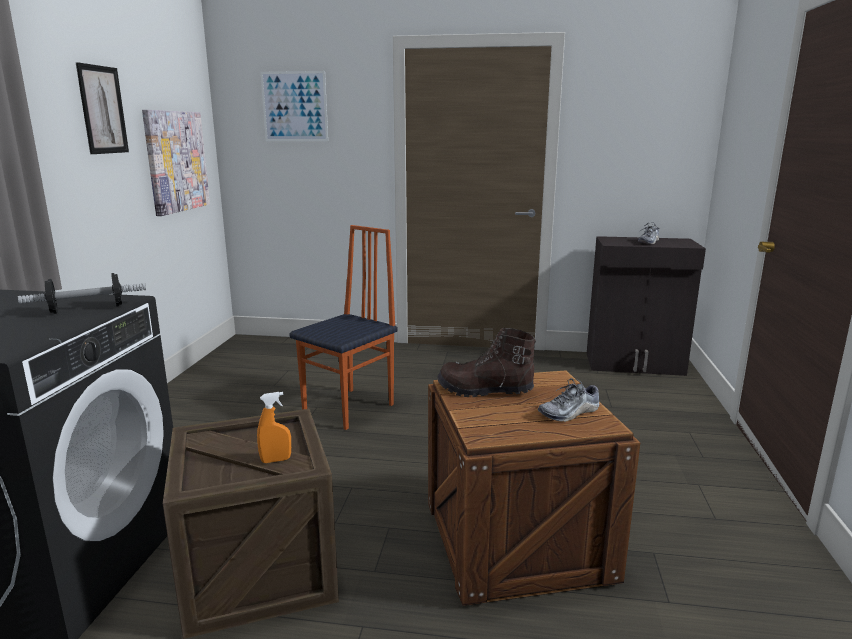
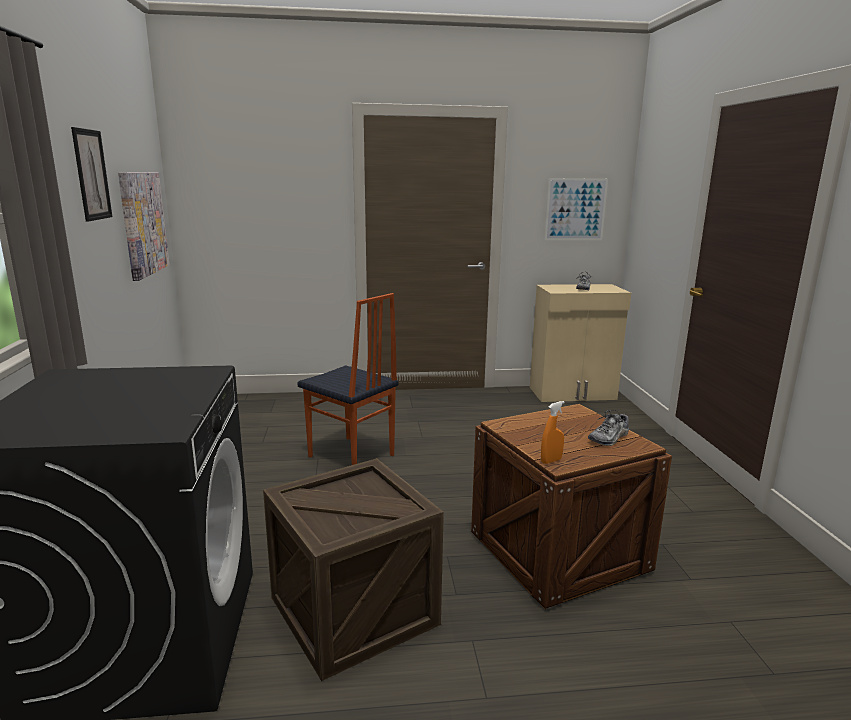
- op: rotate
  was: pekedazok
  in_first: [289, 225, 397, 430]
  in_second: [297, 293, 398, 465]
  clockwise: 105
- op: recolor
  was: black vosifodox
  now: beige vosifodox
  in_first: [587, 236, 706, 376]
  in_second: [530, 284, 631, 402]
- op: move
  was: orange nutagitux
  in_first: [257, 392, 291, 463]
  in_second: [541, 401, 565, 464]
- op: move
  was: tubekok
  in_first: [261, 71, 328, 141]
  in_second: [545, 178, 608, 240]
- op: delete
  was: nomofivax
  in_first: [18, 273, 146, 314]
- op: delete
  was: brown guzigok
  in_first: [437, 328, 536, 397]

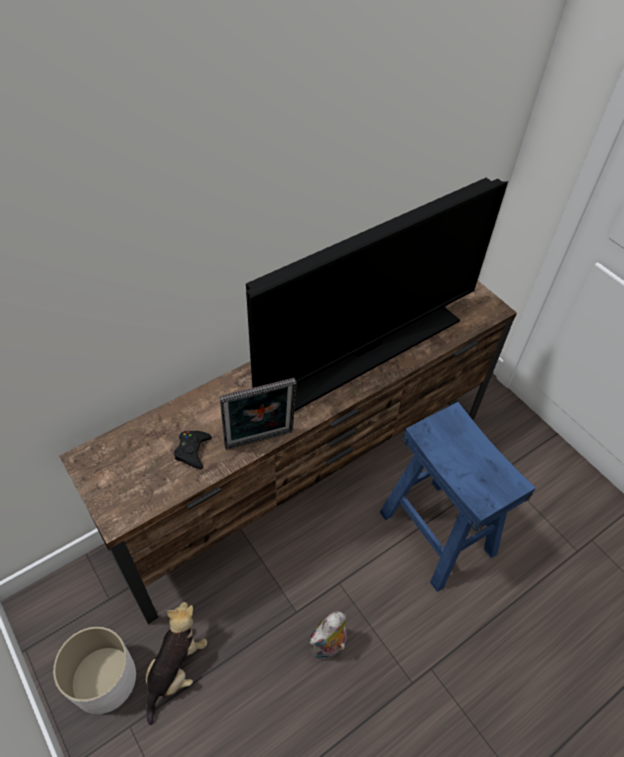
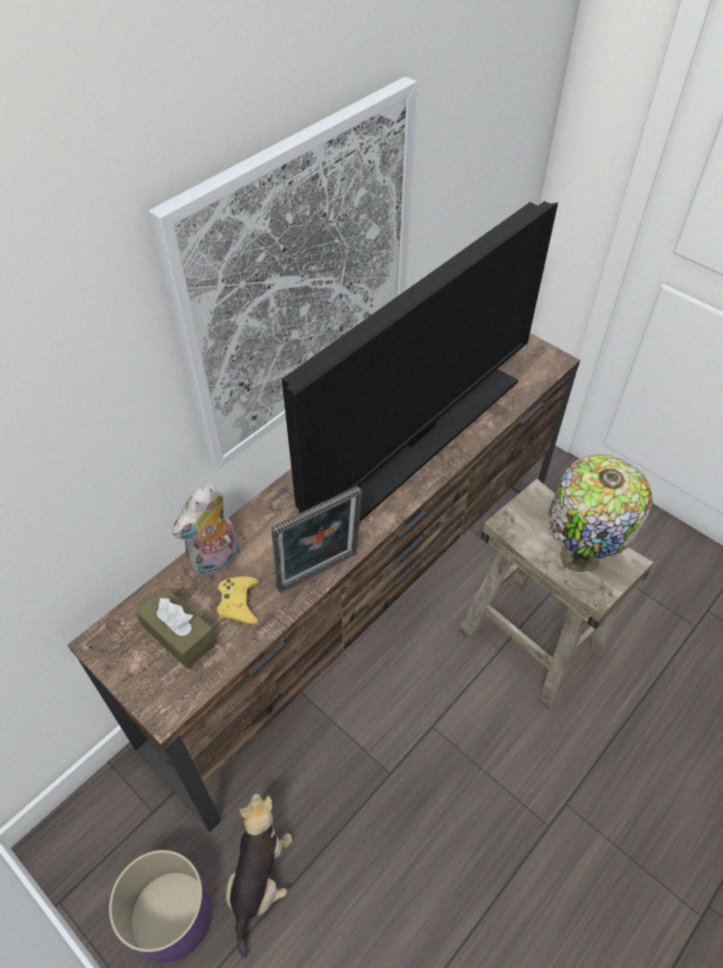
- op: recolor
  was: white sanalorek
  now: purple sanalorek
  in_first: [53, 627, 136, 714]
  in_second: [109, 850, 212, 962]
- op: insert
  now: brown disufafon
  in_second: [136, 587, 217, 669]
- op: insert
  now: tubekok
  in_second: [148, 77, 417, 470]
- op: move
  was: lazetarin
  in_first: [310, 611, 347, 659]
  in_second: [173, 484, 239, 577]
- op: recolor
  was: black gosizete
  now: yellow gosizete
  in_first: [174, 431, 212, 469]
  in_second: [217, 576, 259, 624]
- op: recolor
  was: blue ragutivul
  now: beige ragutivul
  in_first: [380, 402, 536, 592]
  in_second: [458, 479, 654, 711]
- op: insert
  now: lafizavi
  in_second: [549, 454, 652, 572]

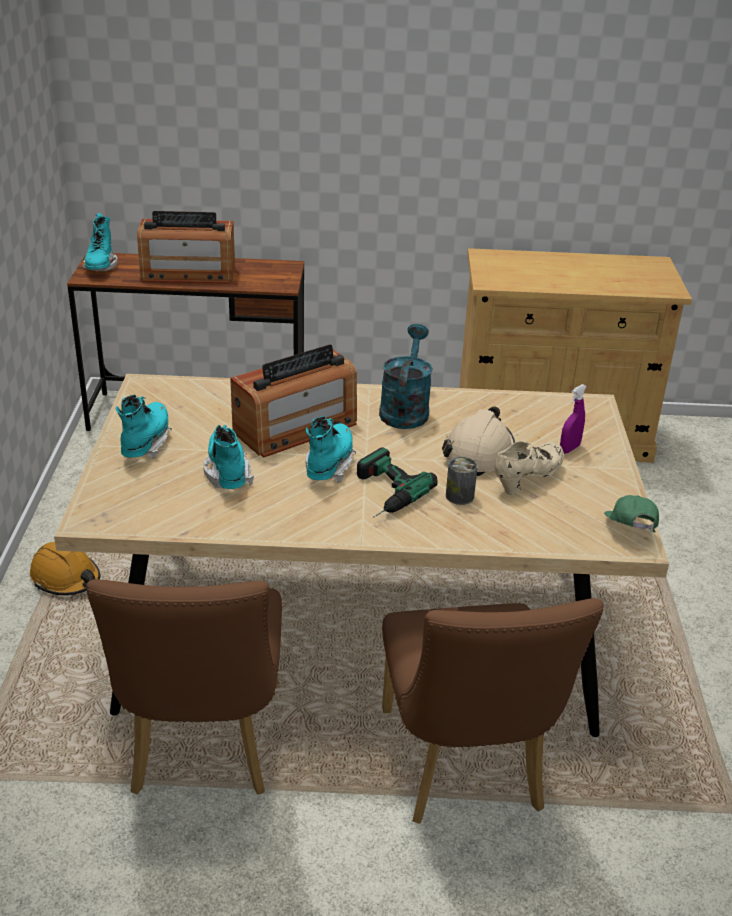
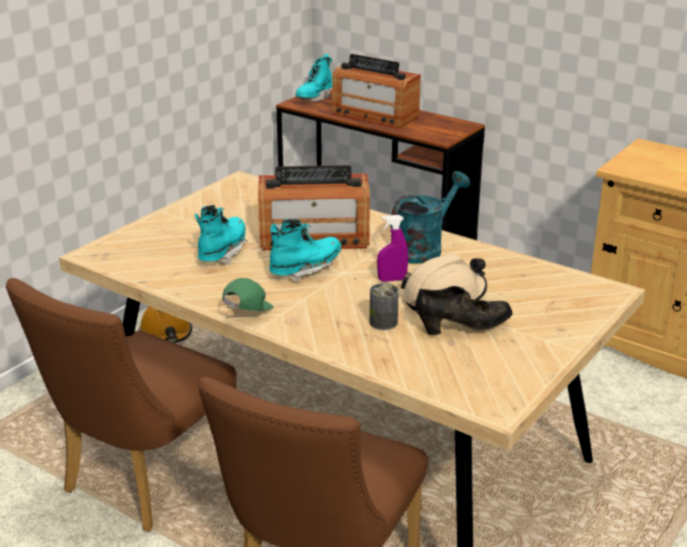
- op: move
  was: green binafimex
  in_first: [604, 495, 659, 533]
  in_second: [223, 278, 273, 311]
- op: move
  was: purple nutagitux
  in_first: [560, 384, 587, 454]
  in_second: [377, 215, 408, 282]
- op: recolor
  was: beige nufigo
  now: black nufigo
  in_first: [495, 441, 564, 495]
  in_second: [415, 286, 512, 335]
- op: delete
  was: turquoise guzigok
  in_first: [116, 395, 172, 459]
- op: delete
  was: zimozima
  in_first: [357, 447, 437, 518]

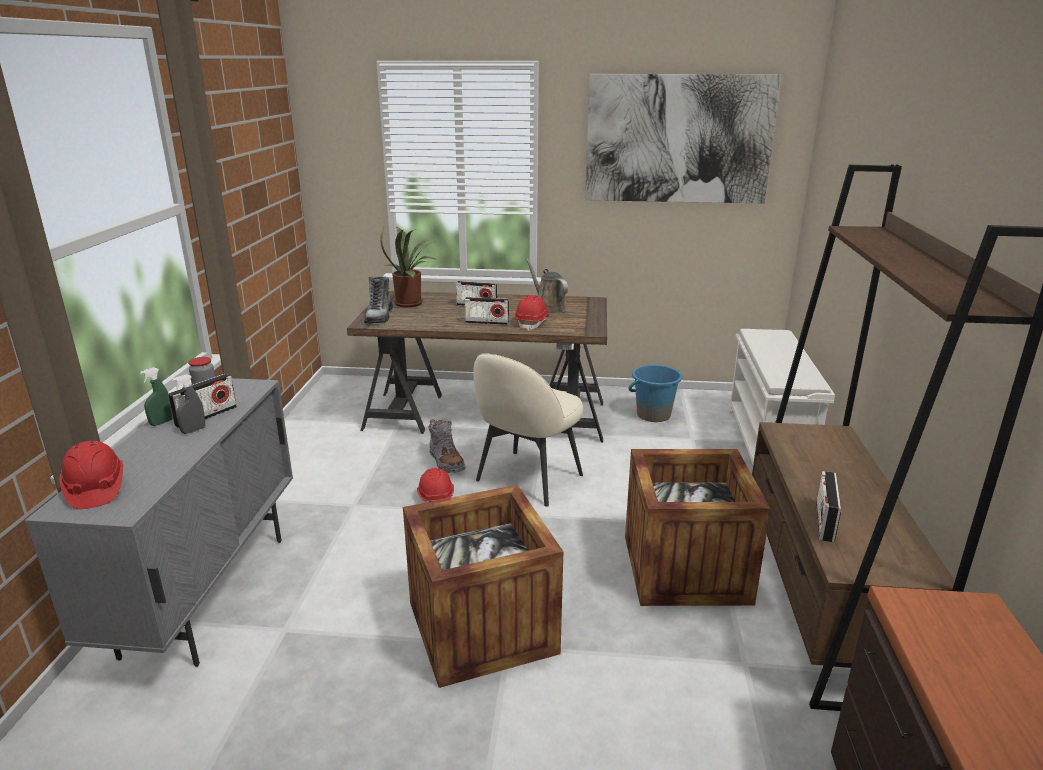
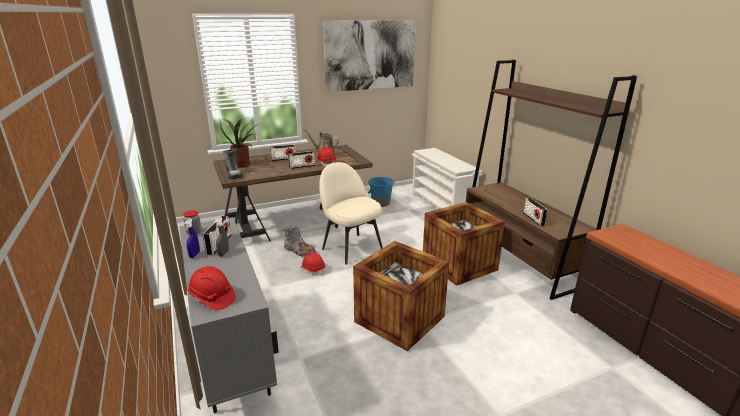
- op: recolor
  was: green nutagitux
  now: blue nutagitux
  in_first: [140, 367, 173, 426]
  in_second: [184, 219, 200, 258]
- op: rotate
  was: beige pekedazok
  in_first: [473, 353, 583, 507]
  in_second: [319, 162, 383, 265]
  clockwise: 135

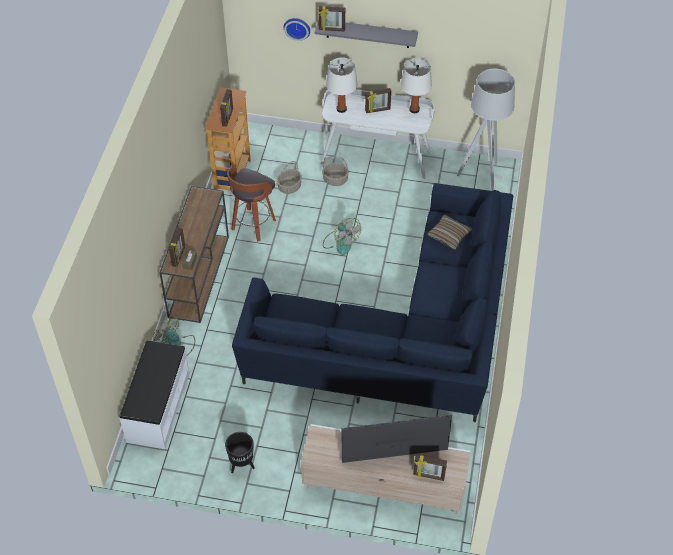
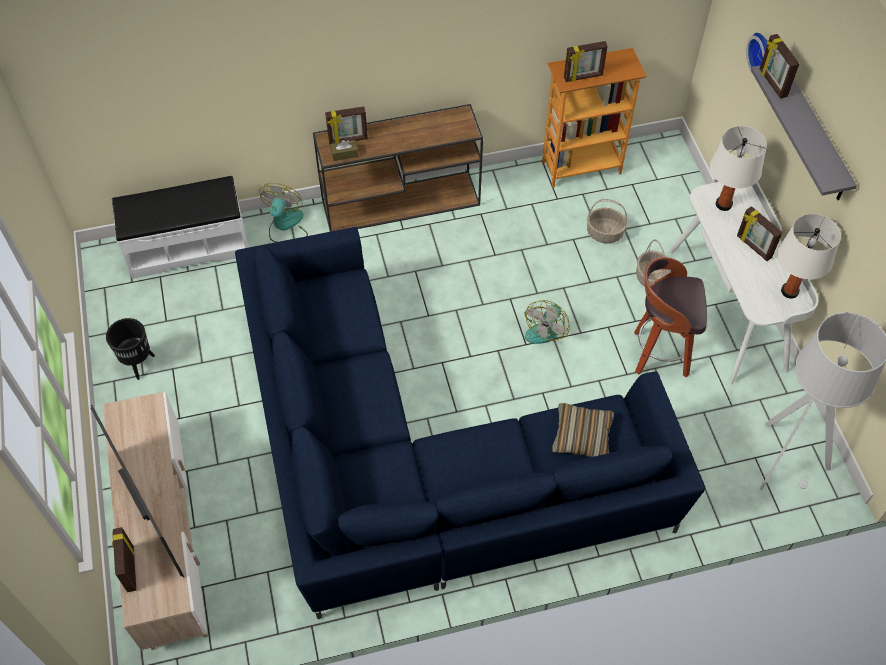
- op: move
  was: ragutivul
  in_first: [227, 168, 276, 242]
  in_second: [634, 257, 707, 377]

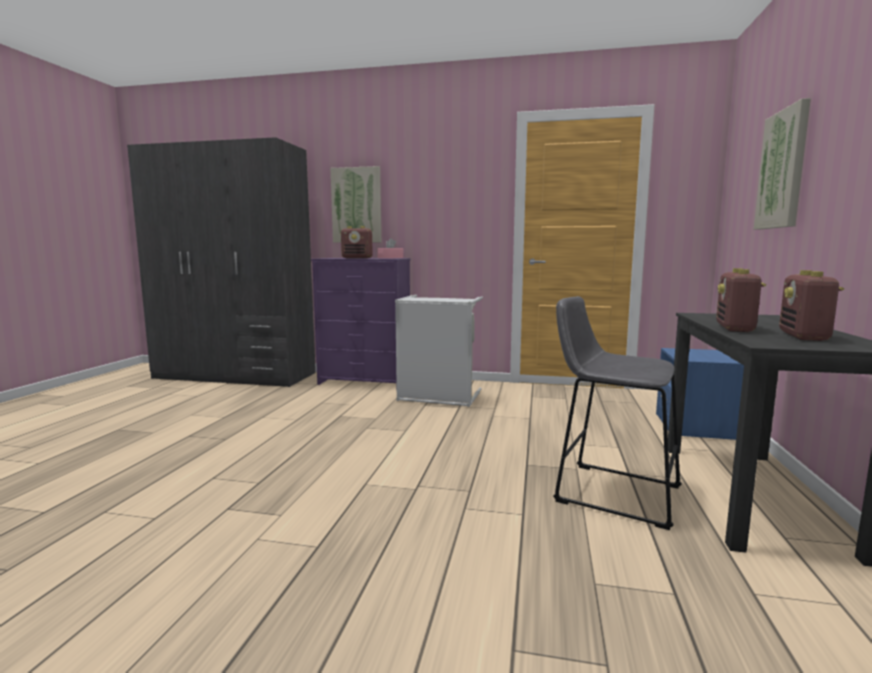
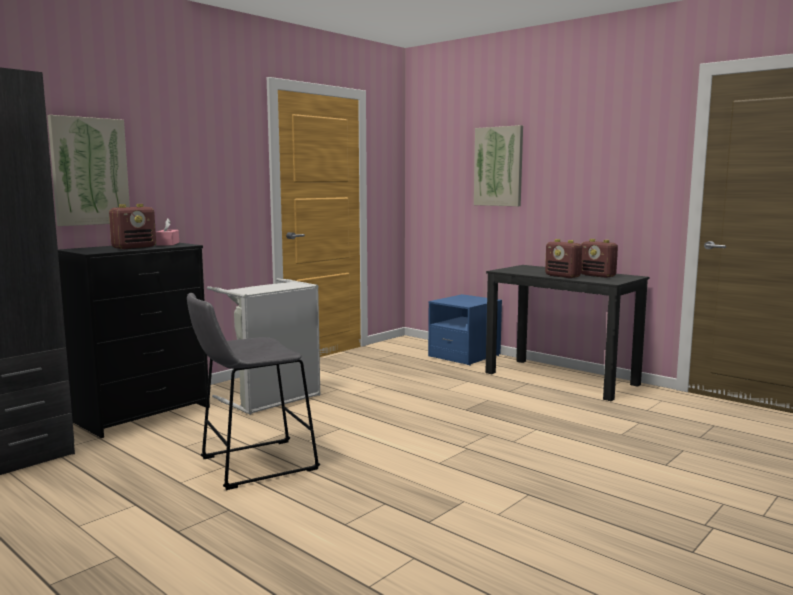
- op: recolor
  was: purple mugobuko
  now: black mugobuko
  in_first: [311, 258, 410, 389]
  in_second: [58, 243, 210, 438]
- op: move
  was: grey ragutivul
  in_first: [553, 296, 682, 530]
  in_second: [187, 293, 320, 490]

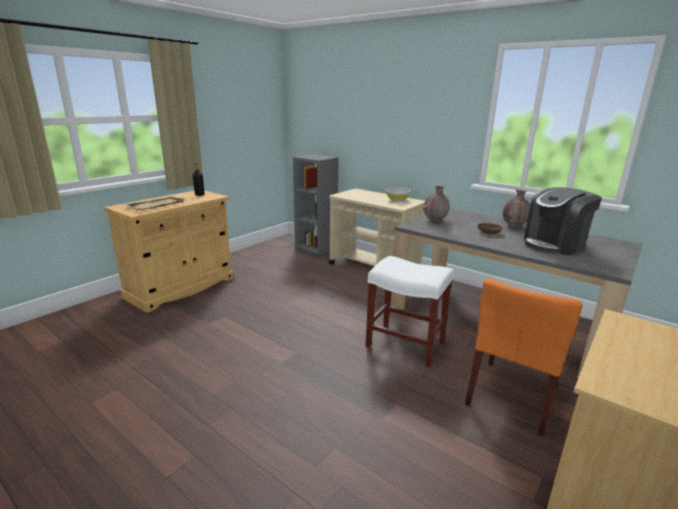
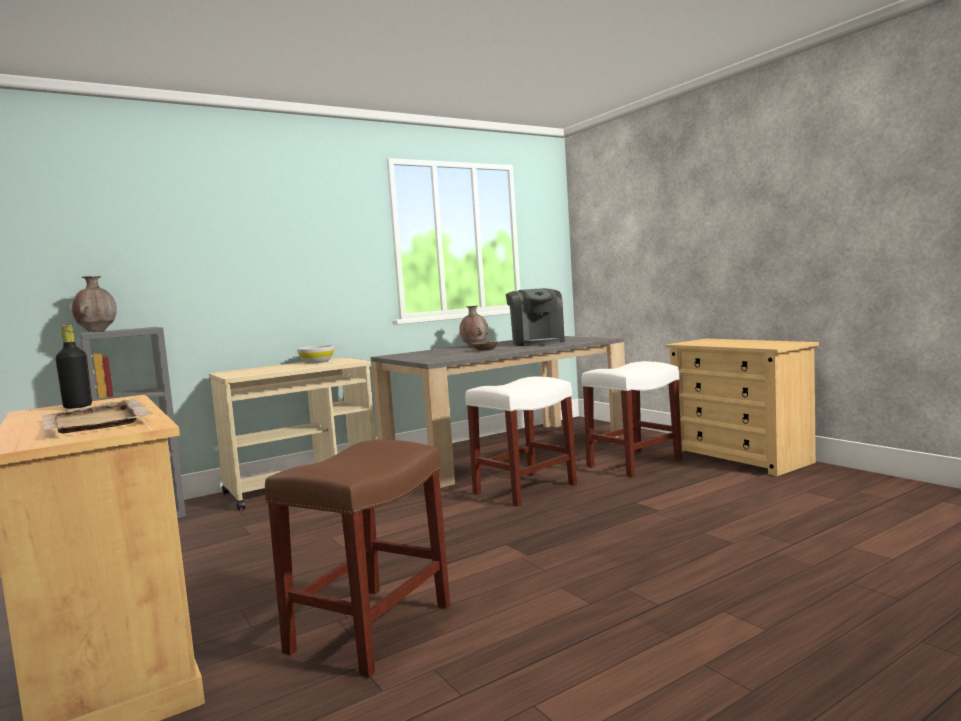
- op: move
  was: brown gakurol
  in_first: [423, 185, 450, 222]
  in_second: [72, 276, 117, 332]
- op: insert
  now: brown ragutivul
  in_second: [265, 440, 451, 678]
- op: replace
  was: orange pekedazok
  now: white ragutivul
  in_first: [465, 278, 583, 436]
  in_second: [581, 361, 682, 477]

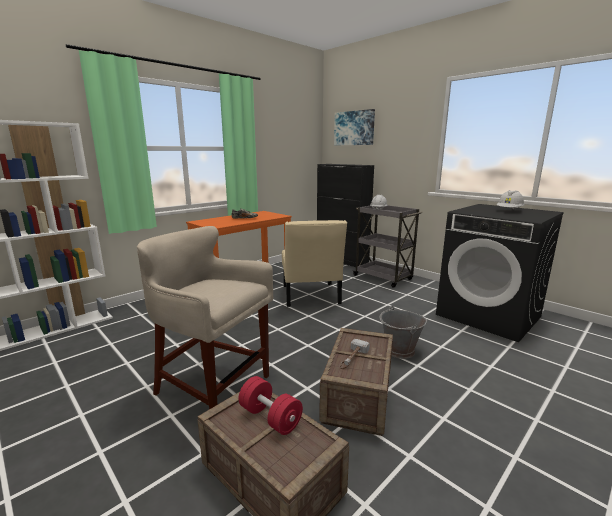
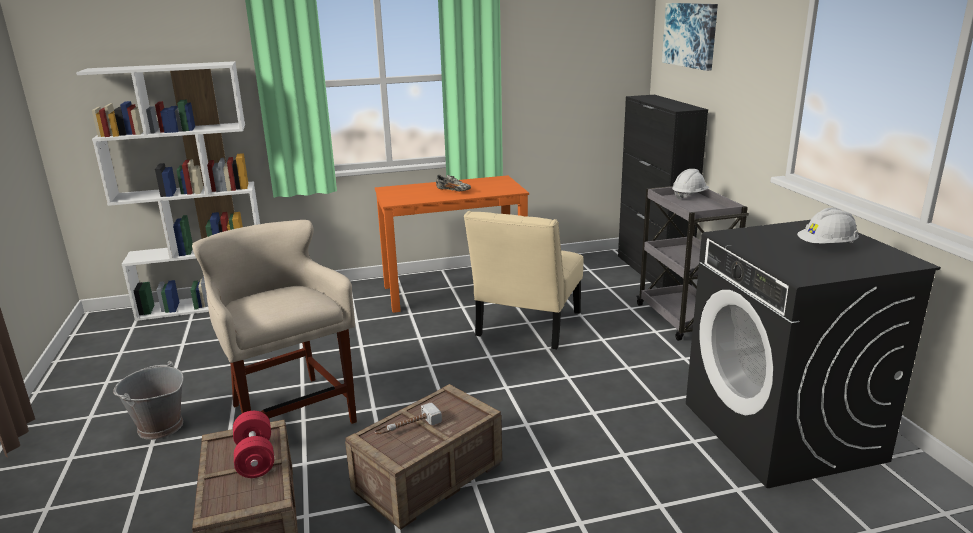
- op: move
  was: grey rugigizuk
  in_first: [380, 306, 427, 359]
  in_second: [113, 361, 184, 440]

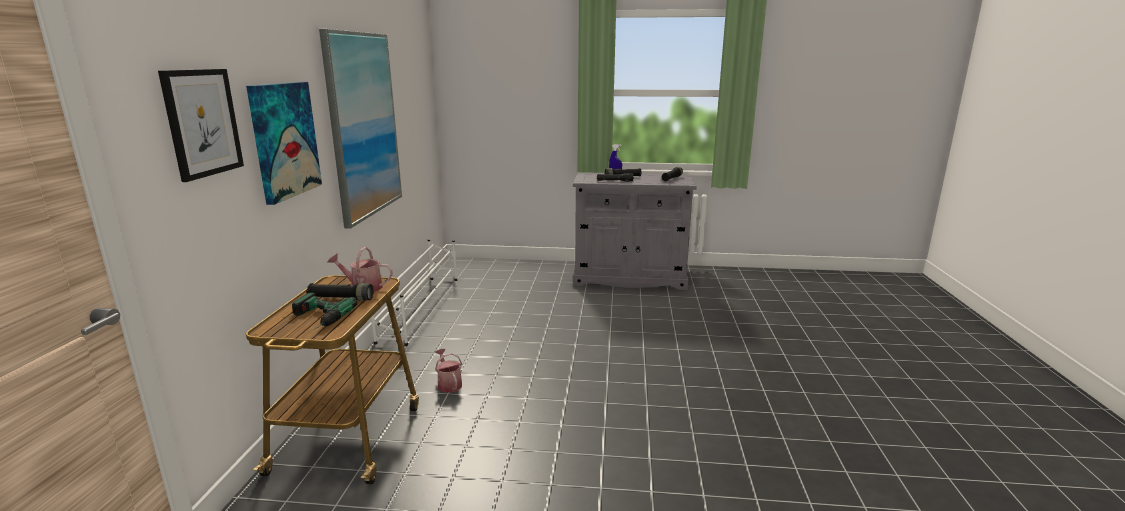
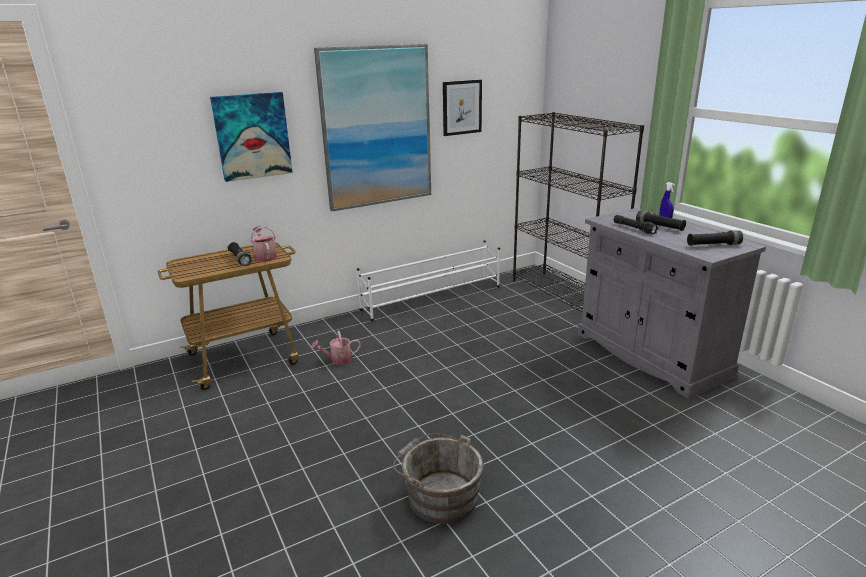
- op: rotate
  was: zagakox
  in_first: [435, 349, 462, 393]
  in_second: [311, 331, 361, 365]
  clockwise: -135
- op: insert
  now: grey rugigizuk
  in_second: [393, 433, 484, 524]
- op: move
  was: tubekok
  in_first: [158, 69, 244, 182]
  in_second: [443, 80, 482, 136]
- op: insert
  now: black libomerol
  in_second: [513, 112, 644, 313]
- op: delete
  was: zimozima
  in_first: [292, 292, 357, 330]

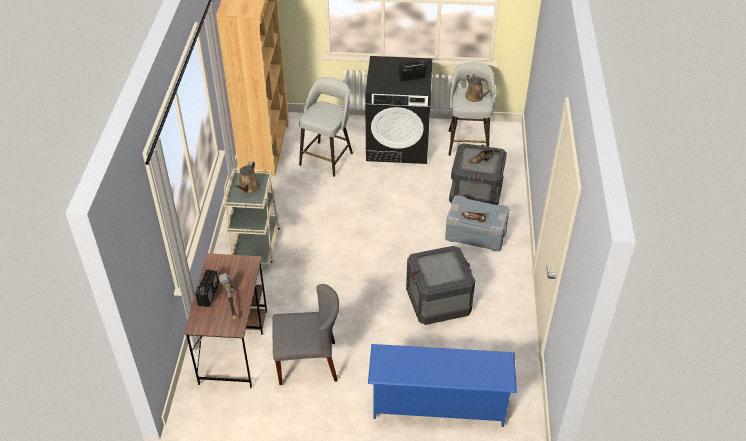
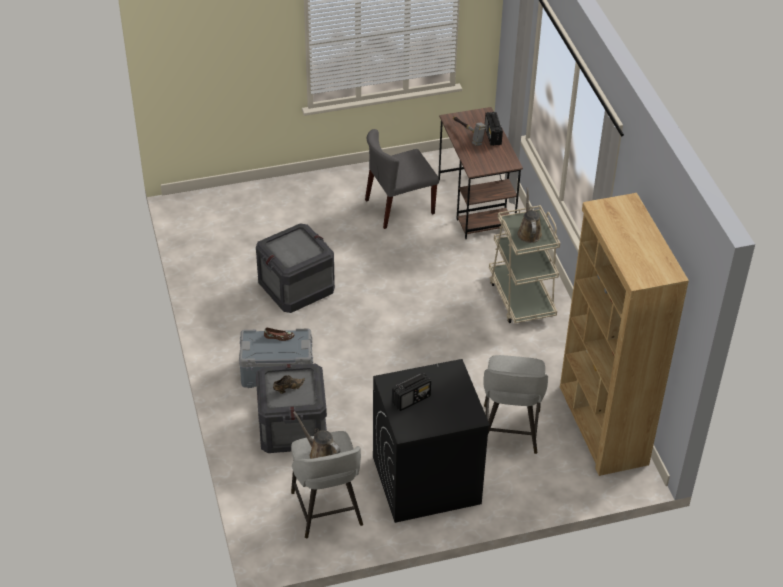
- op: delete
  was: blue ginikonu
  in_first: [368, 344, 517, 427]

